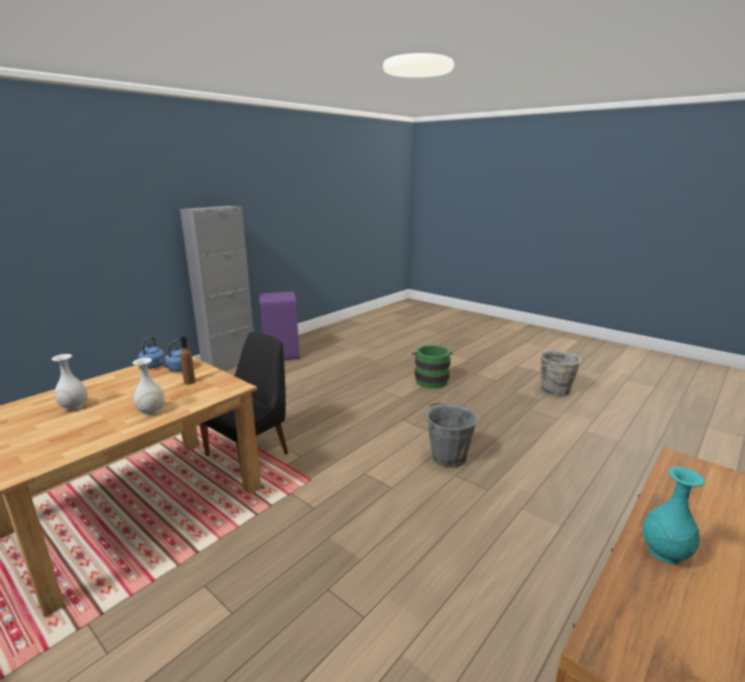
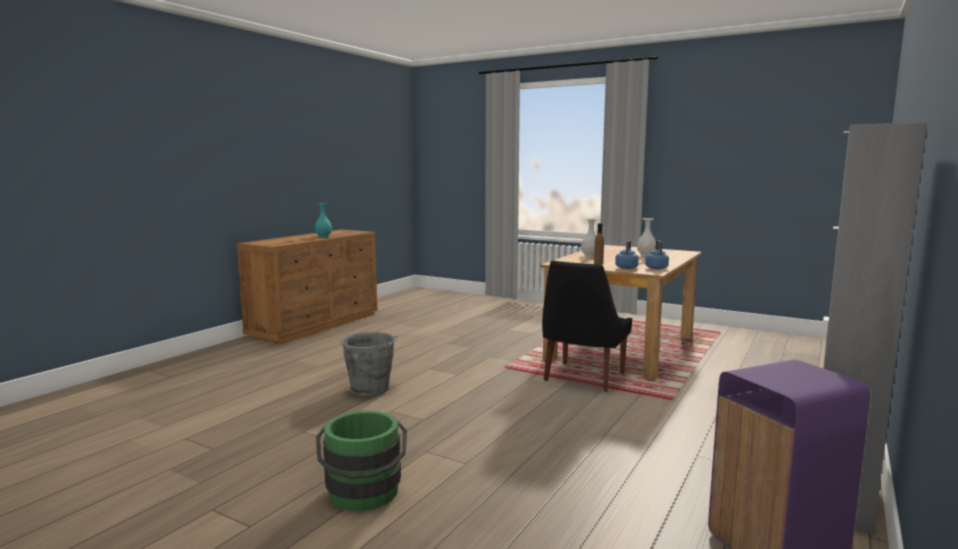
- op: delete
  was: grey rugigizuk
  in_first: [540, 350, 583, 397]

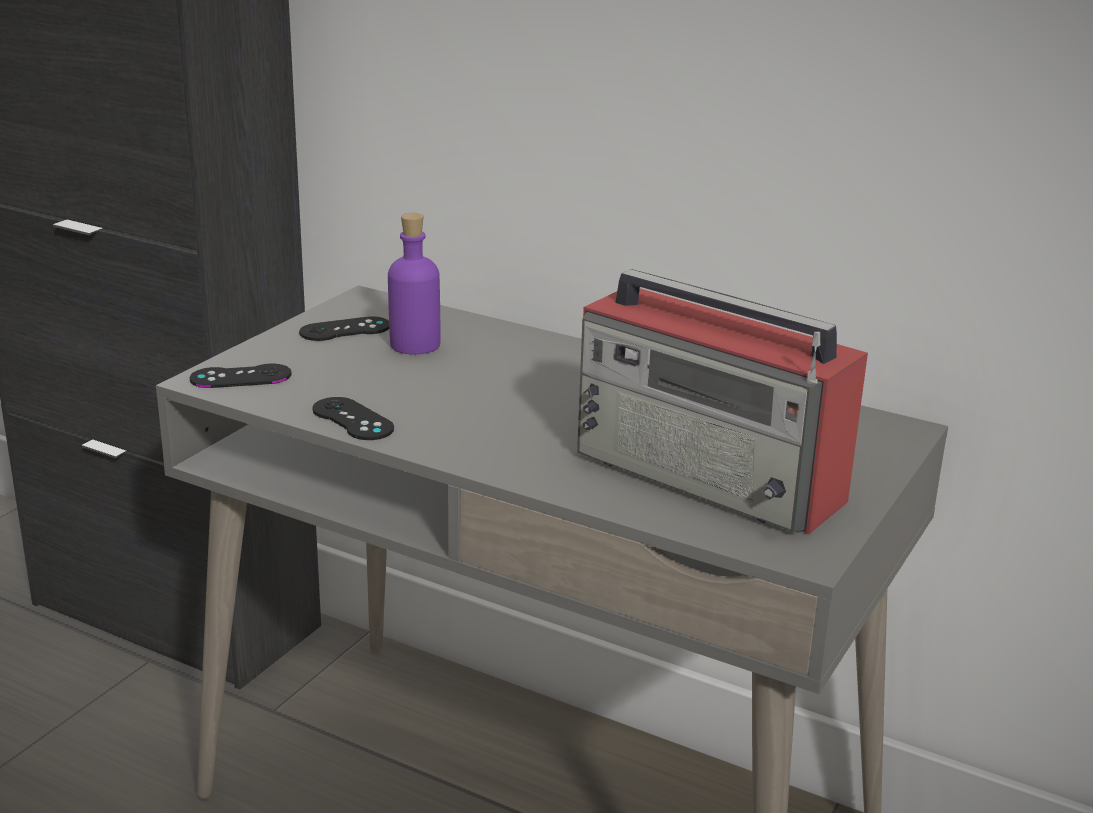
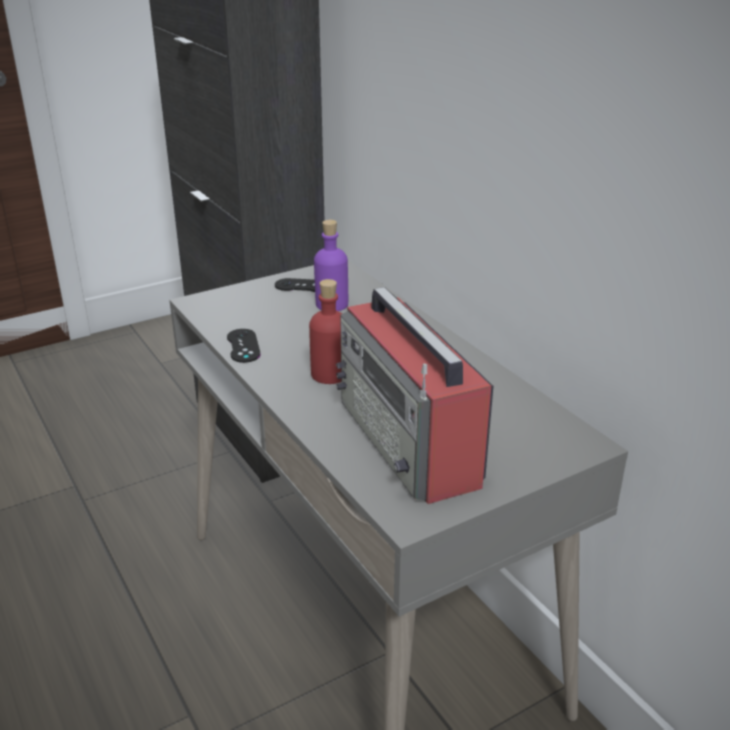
- op: insert
  now: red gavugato
  in_second: [309, 279, 342, 384]
- op: delete
  was: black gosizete
  in_first: [190, 364, 292, 388]

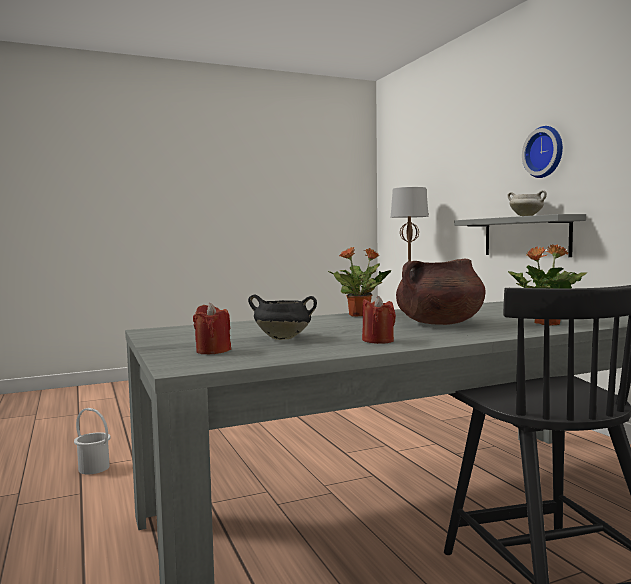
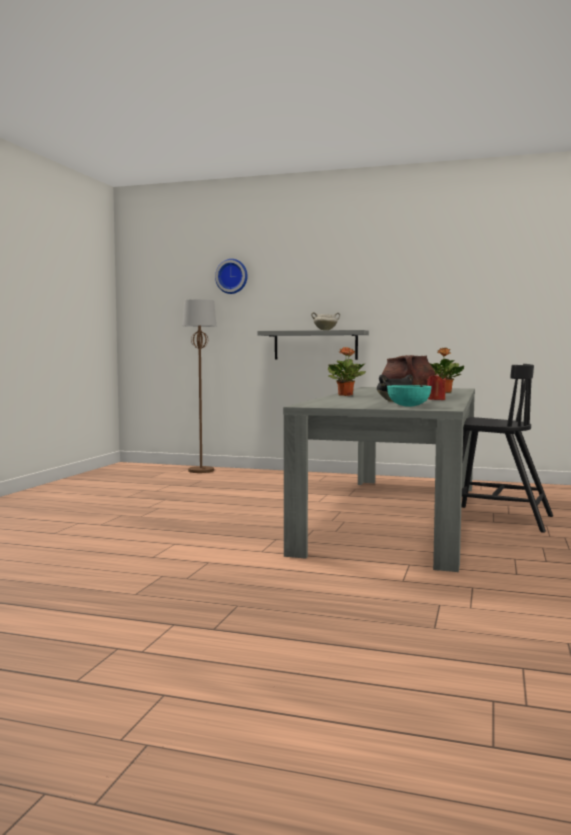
- op: move
  was: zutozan
  in_first: [522, 126, 563, 178]
  in_second: [215, 259, 248, 294]
- op: replace
  was: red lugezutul
  now: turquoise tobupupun
  in_first: [193, 303, 231, 354]
  in_second: [387, 385, 432, 407]
- op: delete
  was: white rugigizuk
  in_first: [74, 408, 111, 474]

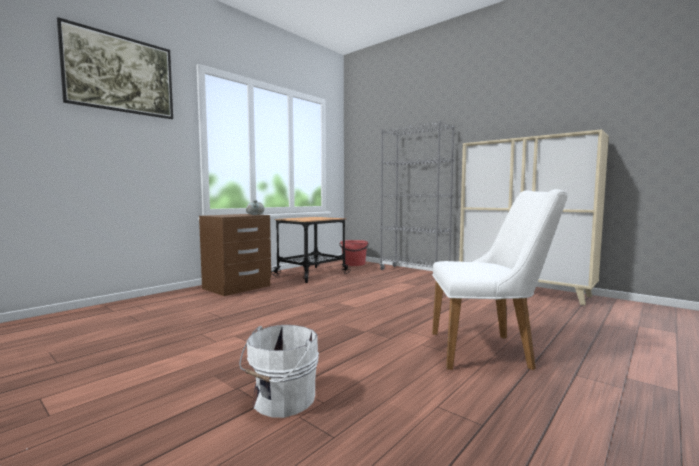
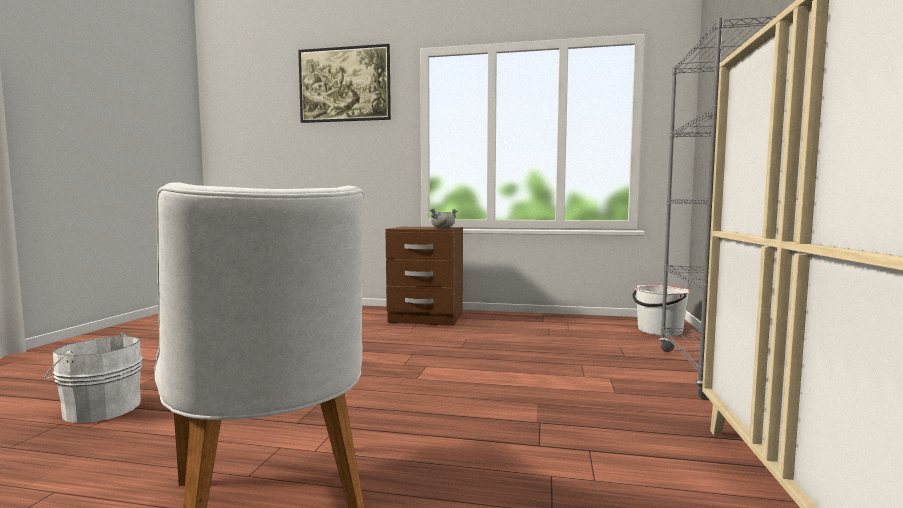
- op: recolor
  was: red rugigizuk
  now: white rugigizuk
  in_first: [339, 240, 369, 266]
  in_second: [633, 285, 690, 336]
- op: delete
  was: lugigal
  in_first: [271, 217, 350, 283]

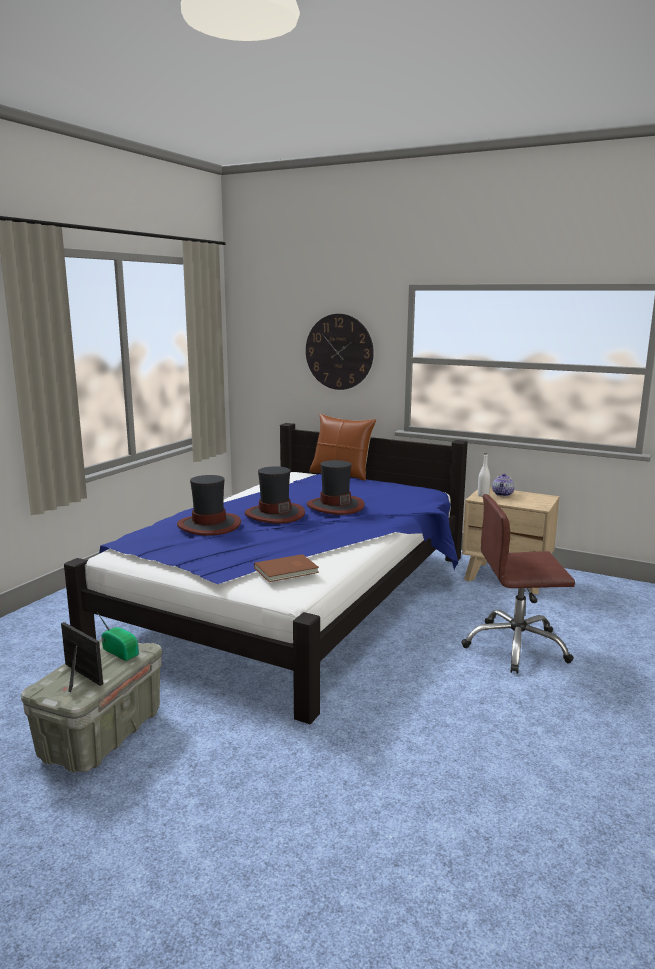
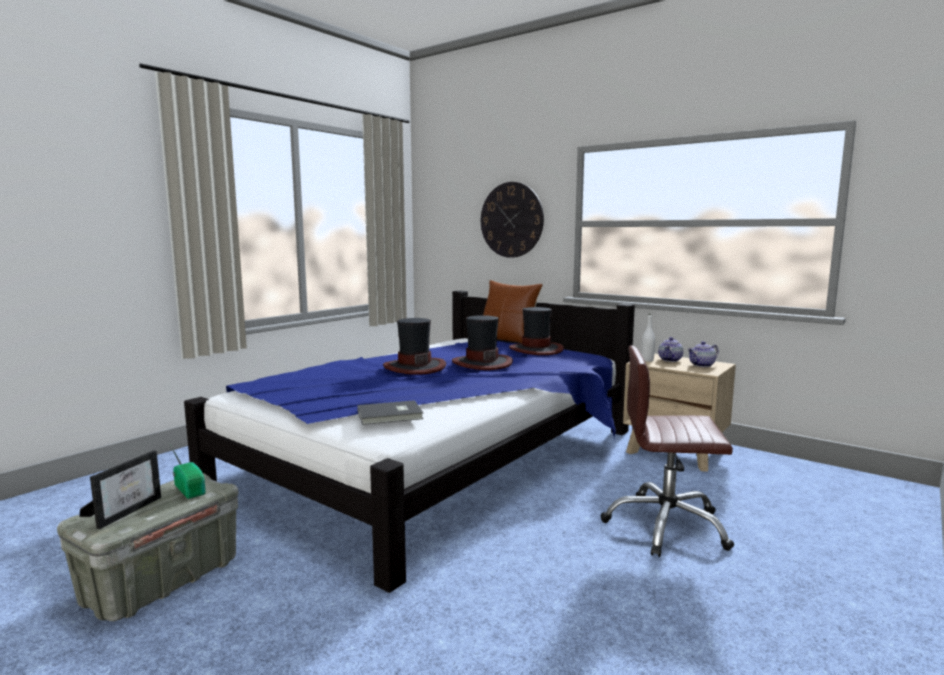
- op: rotate
  was: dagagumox
  in_first: [61, 622, 103, 692]
  in_second: [80, 450, 161, 529]
  clockwise: 60
- op: recolor
  was: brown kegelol
  now: grey kegelol
  in_first: [254, 554, 319, 582]
  in_second: [357, 400, 424, 425]
- op: move
  was: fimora
  in_first: [177, 475, 241, 536]
  in_second: [509, 307, 564, 355]
- op: insert
  now: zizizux
  in_second: [687, 341, 719, 367]

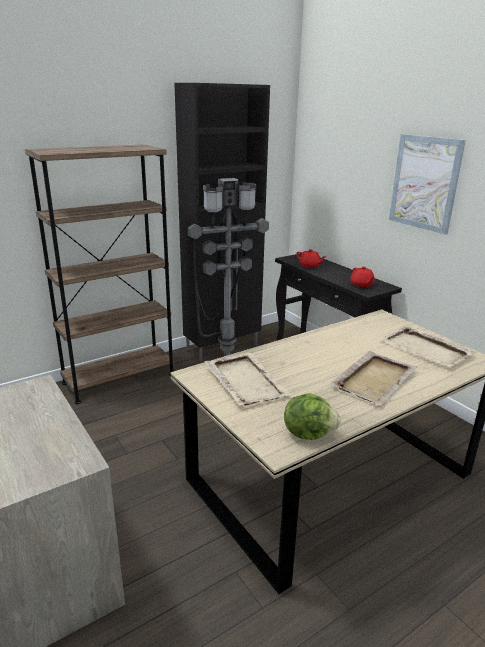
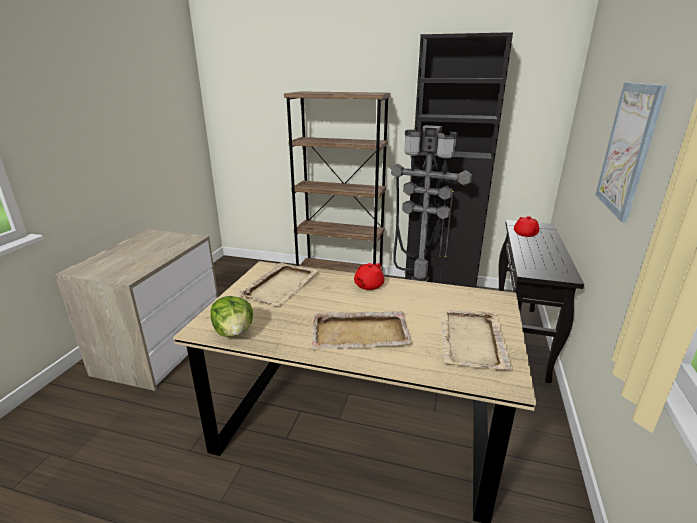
- op: move
  was: red zizizux
  in_first: [350, 267, 375, 287]
  in_second: [354, 263, 384, 290]

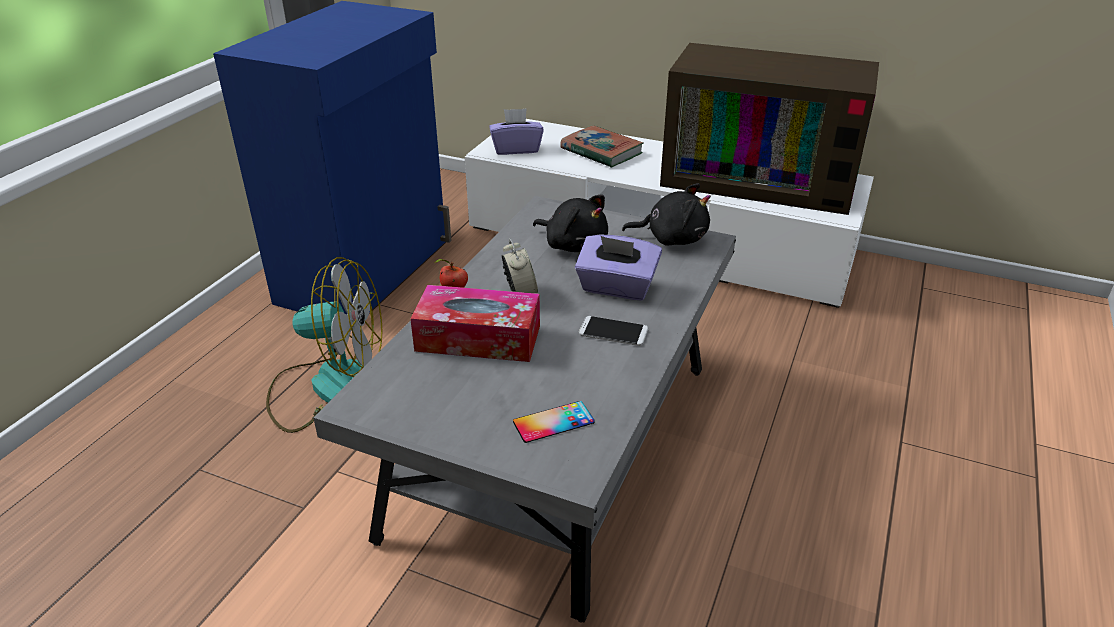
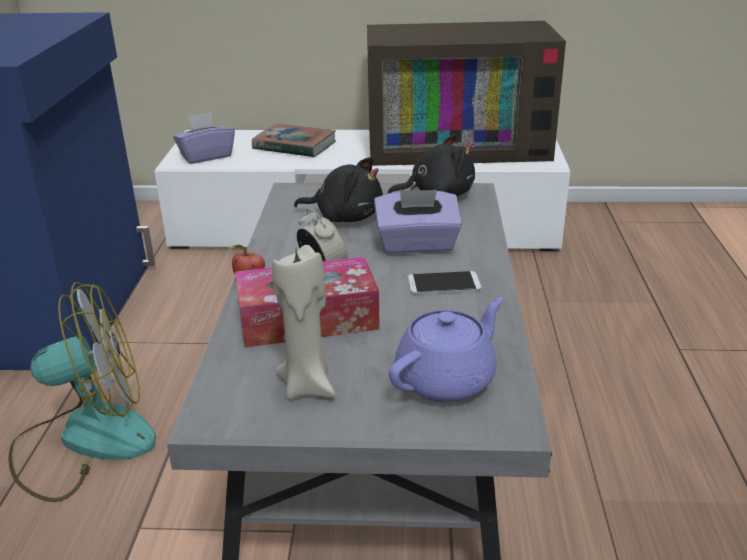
- op: insert
  now: beige lugezutul
  in_second: [272, 245, 336, 400]
- op: replace
  was: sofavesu
  now: purple zizizux
  in_first: [513, 401, 594, 443]
  in_second: [389, 297, 504, 403]

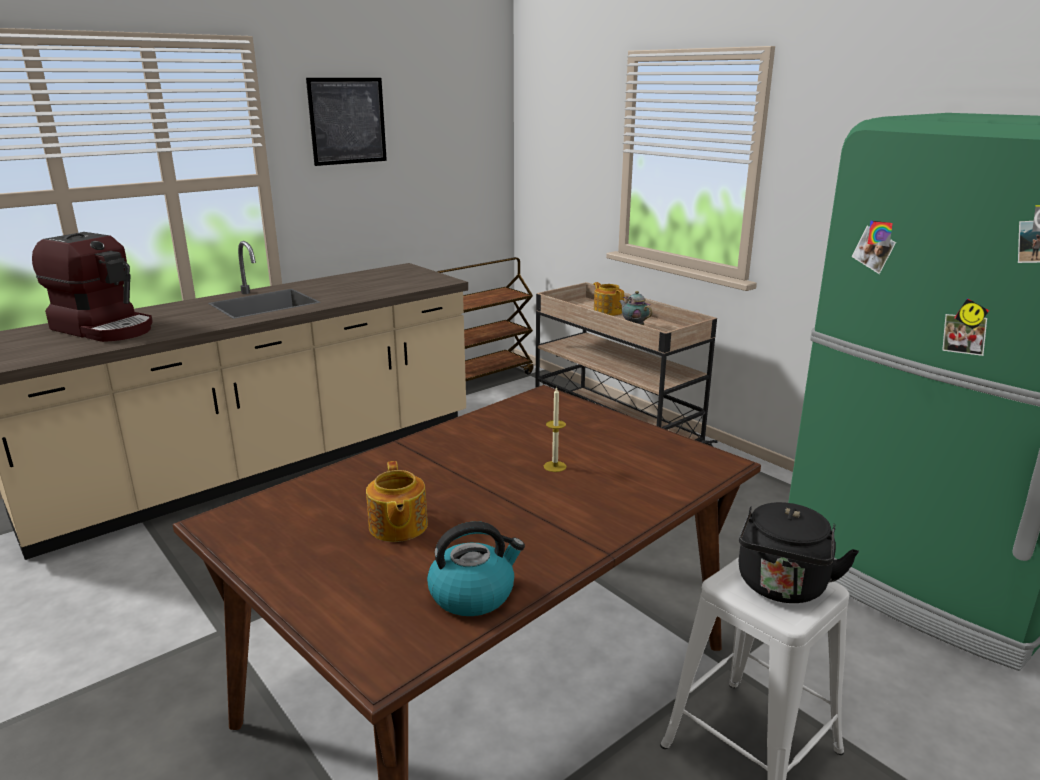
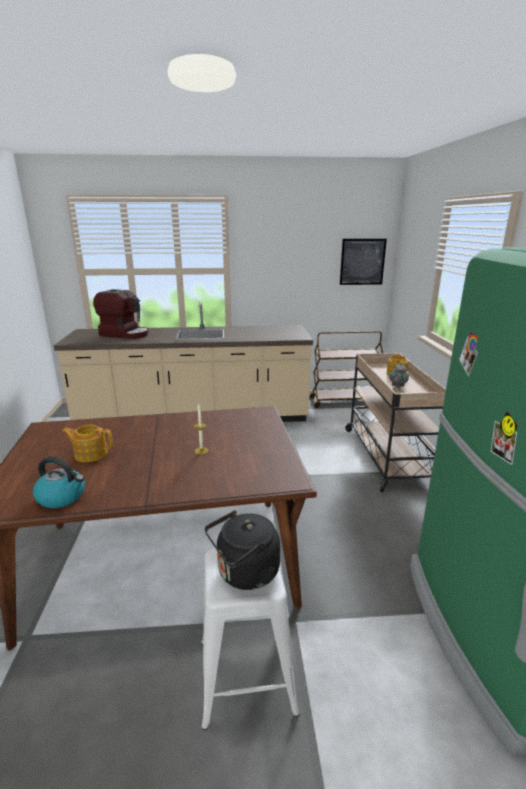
- op: rotate
  was: zizizux
  in_first: [366, 461, 428, 542]
  in_second: [62, 424, 113, 462]
  clockwise: 75
- op: rotate
  was: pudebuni
  in_first: [32, 232, 153, 342]
  in_second: [93, 289, 148, 339]
  clockwise: -45
- op: move
  was: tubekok
  in_first: [306, 78, 387, 166]
  in_second: [340, 239, 387, 285]

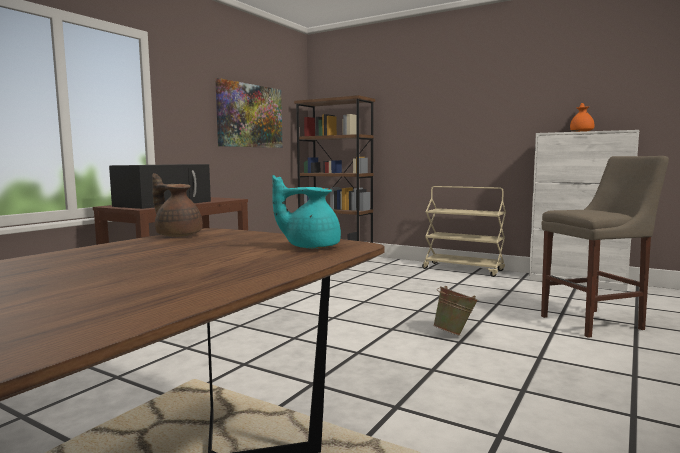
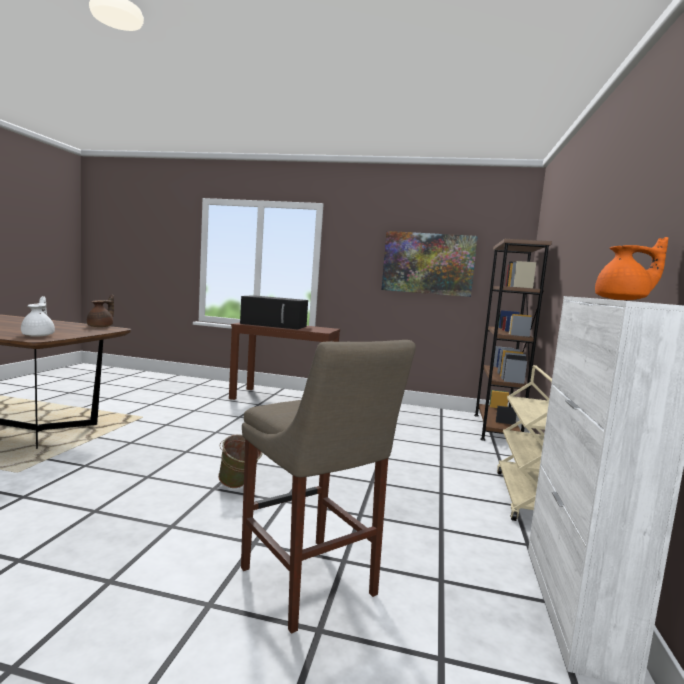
- op: recolor
  was: turquoise zizizux
  now: white zizizux
  in_first: [272, 175, 341, 249]
  in_second: [21, 296, 55, 337]

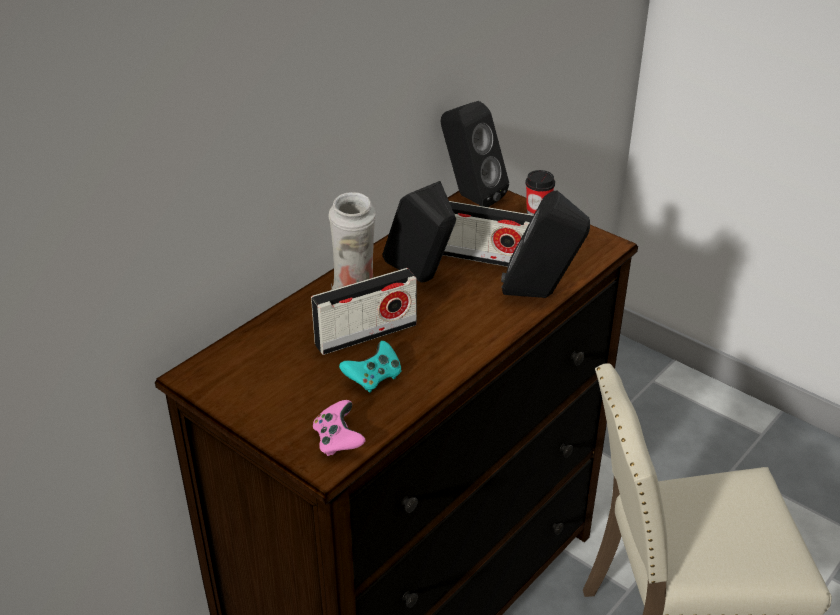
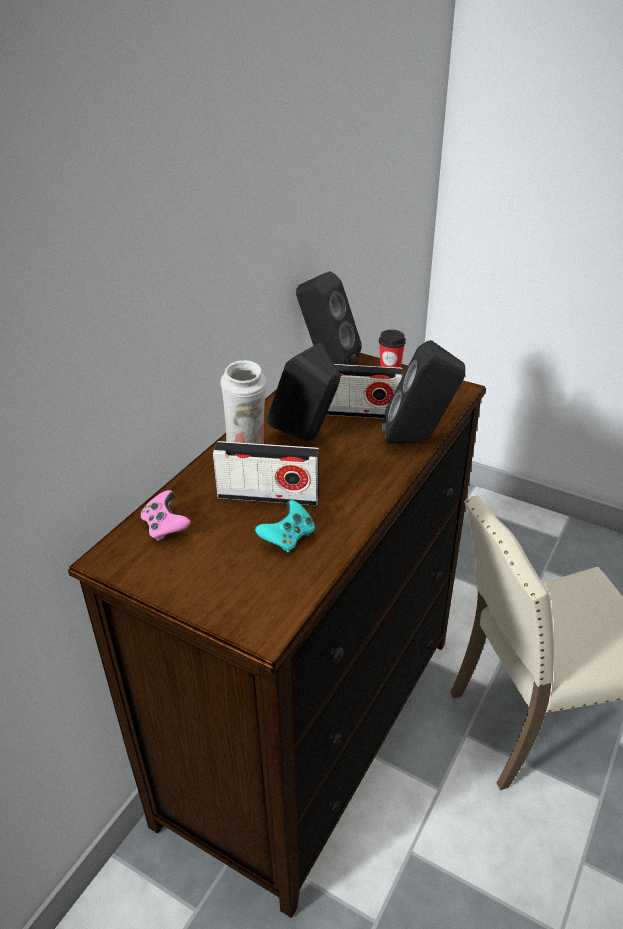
- op: move
  was: pink gosizete
  in_first: [313, 400, 366, 456]
  in_second: [141, 490, 191, 541]
- op: rotate
  was: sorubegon
  in_first: [311, 268, 417, 355]
  in_second: [213, 441, 319, 506]
  clockwise: 45

